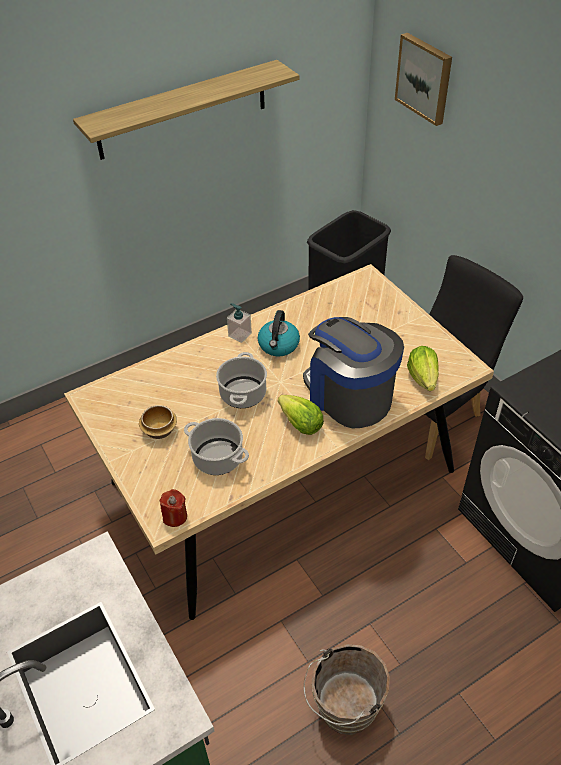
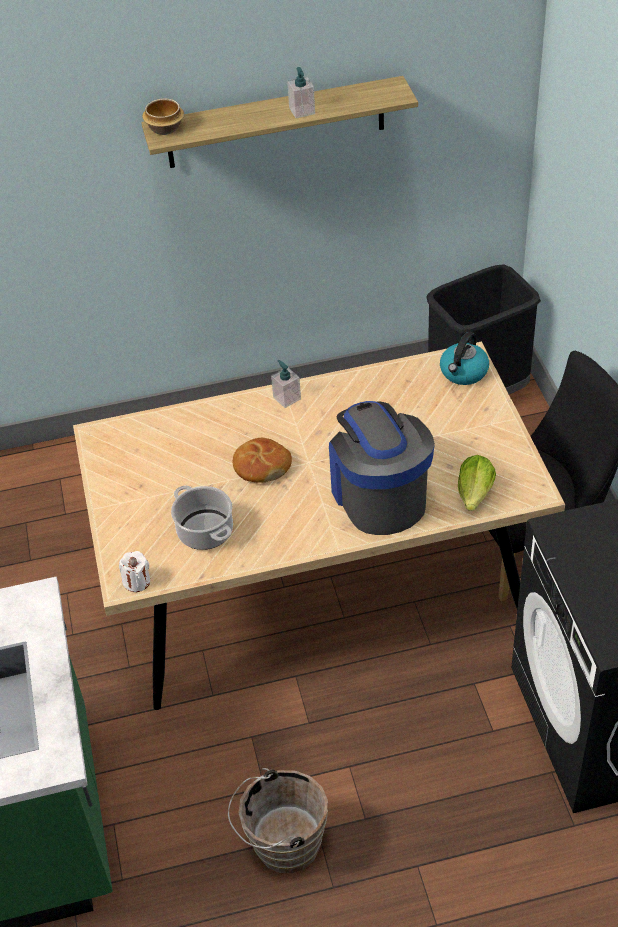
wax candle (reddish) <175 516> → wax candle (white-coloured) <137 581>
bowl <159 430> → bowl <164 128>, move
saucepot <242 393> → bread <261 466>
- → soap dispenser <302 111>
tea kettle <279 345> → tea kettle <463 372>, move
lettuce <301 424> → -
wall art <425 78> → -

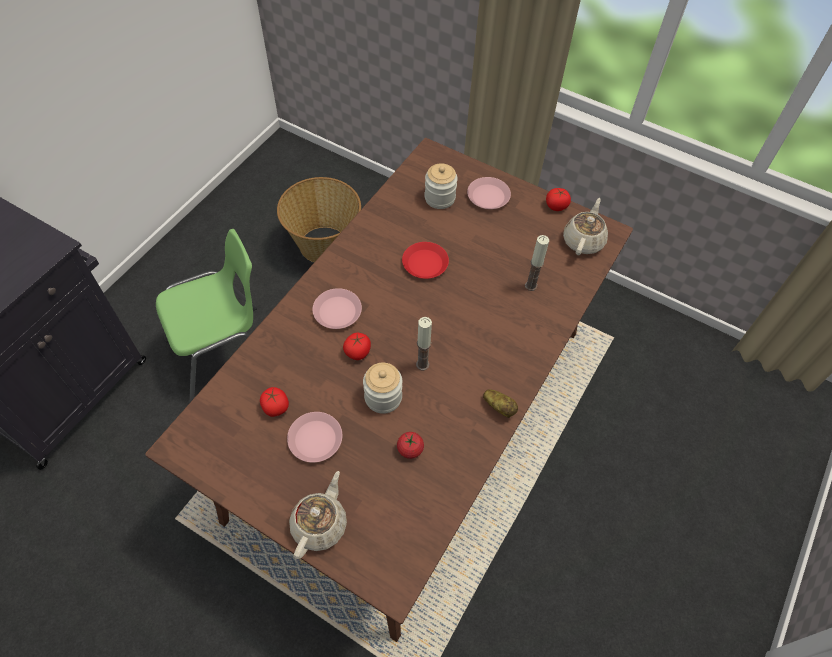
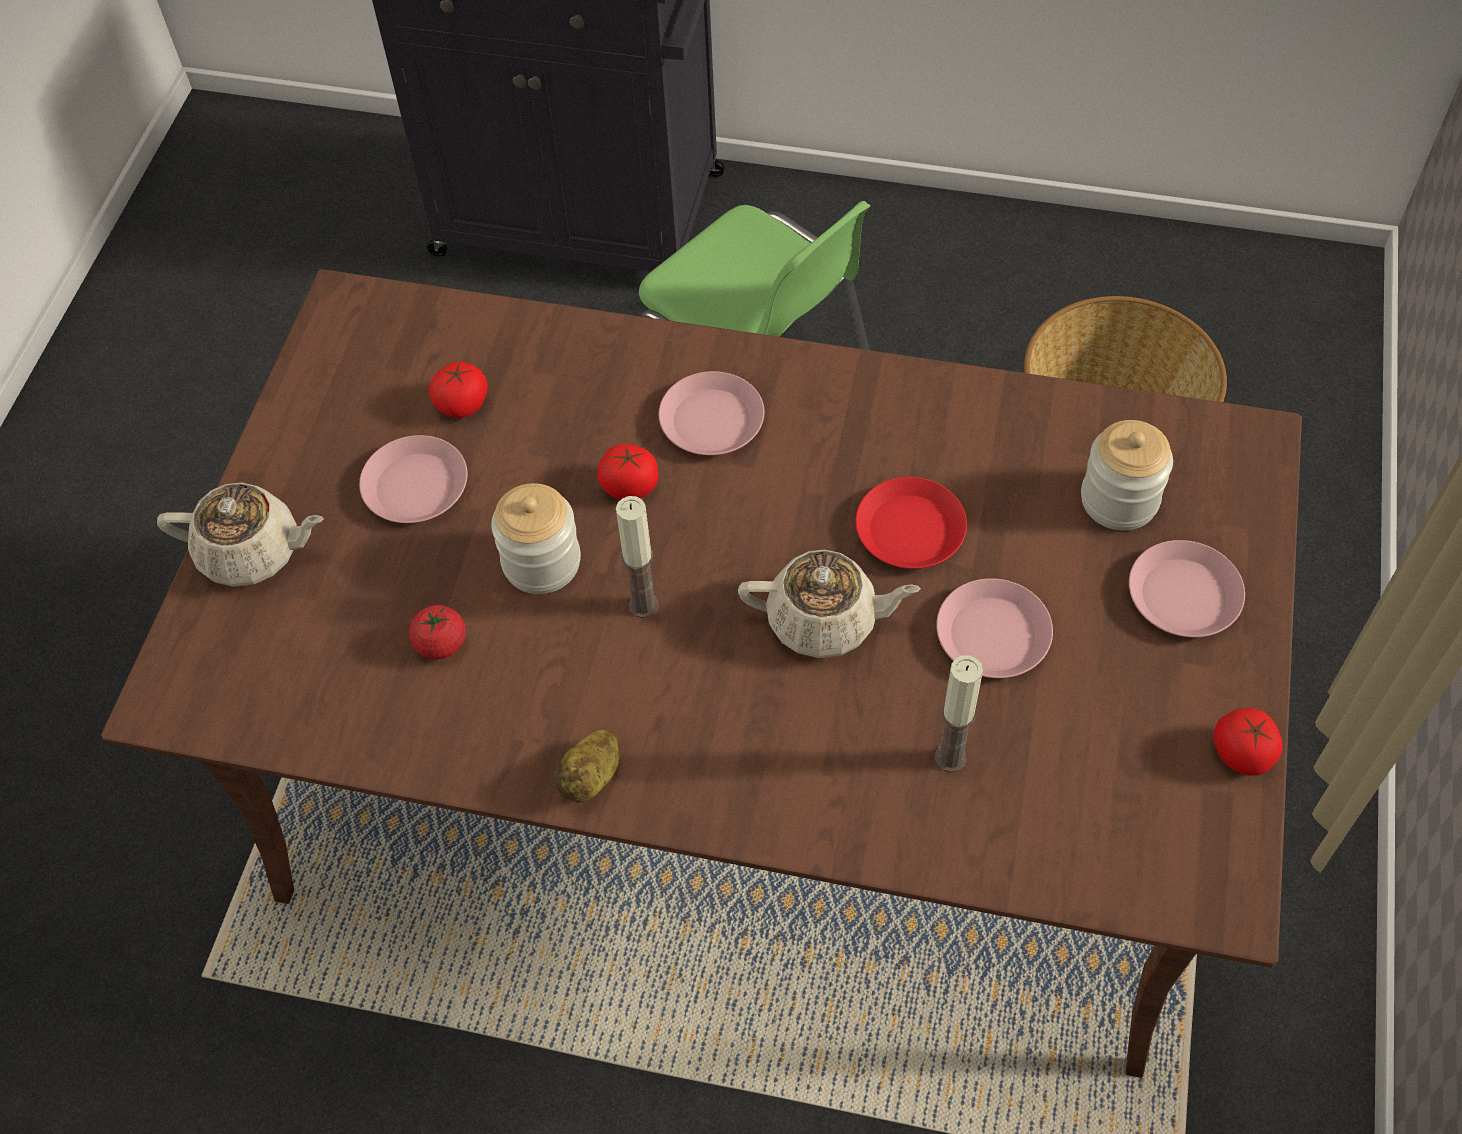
pot for tea (beige-coloured) <583 241> → pot for tea (beige-coloured) <824 620>, move
- → plate (pink-coloured) <993 634>

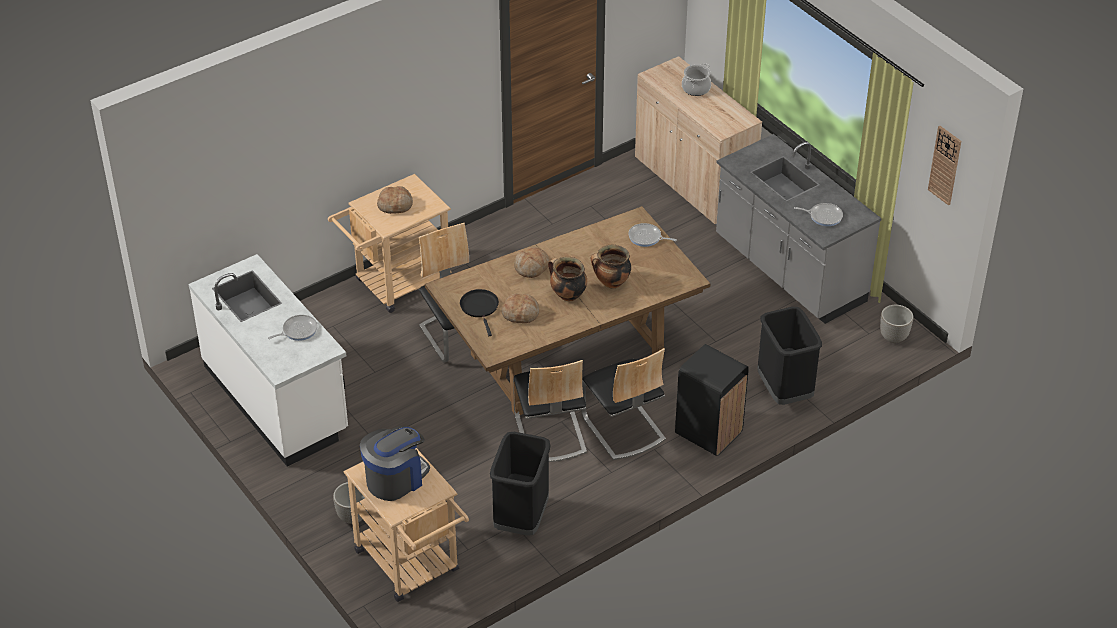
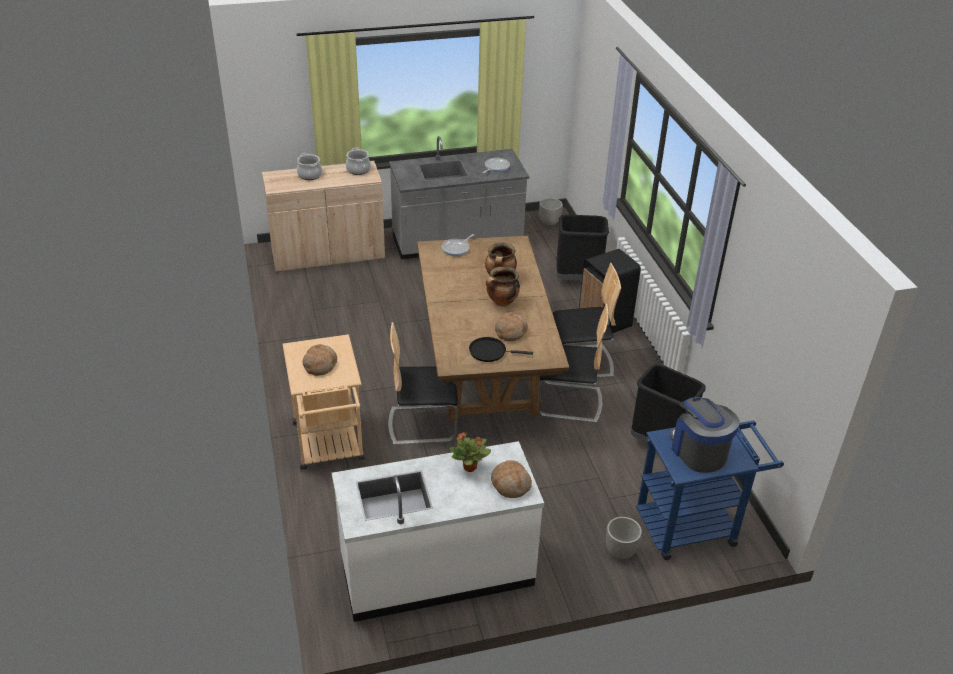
- → saucepot <358 170>
skillet <298 330> → houseplant <470 467>
bread <532 267> → bread <510 484>, move
trolley (beige-coloured) <412 566> → trolley (blue) <694 525>
wall clock <945 165> → -

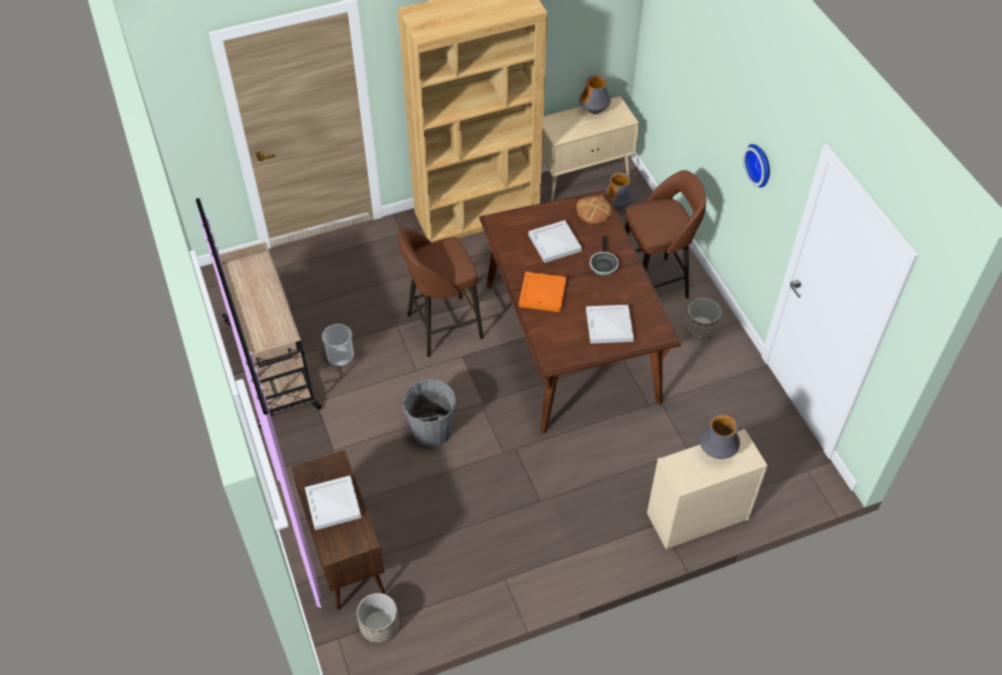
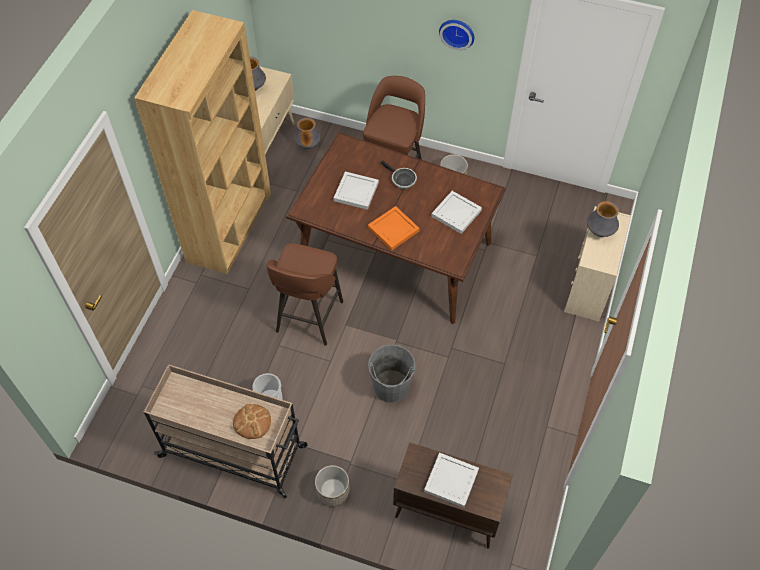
bread <593 211> → bread <252 422>, move
planter <379 625> → planter <332 491>, move

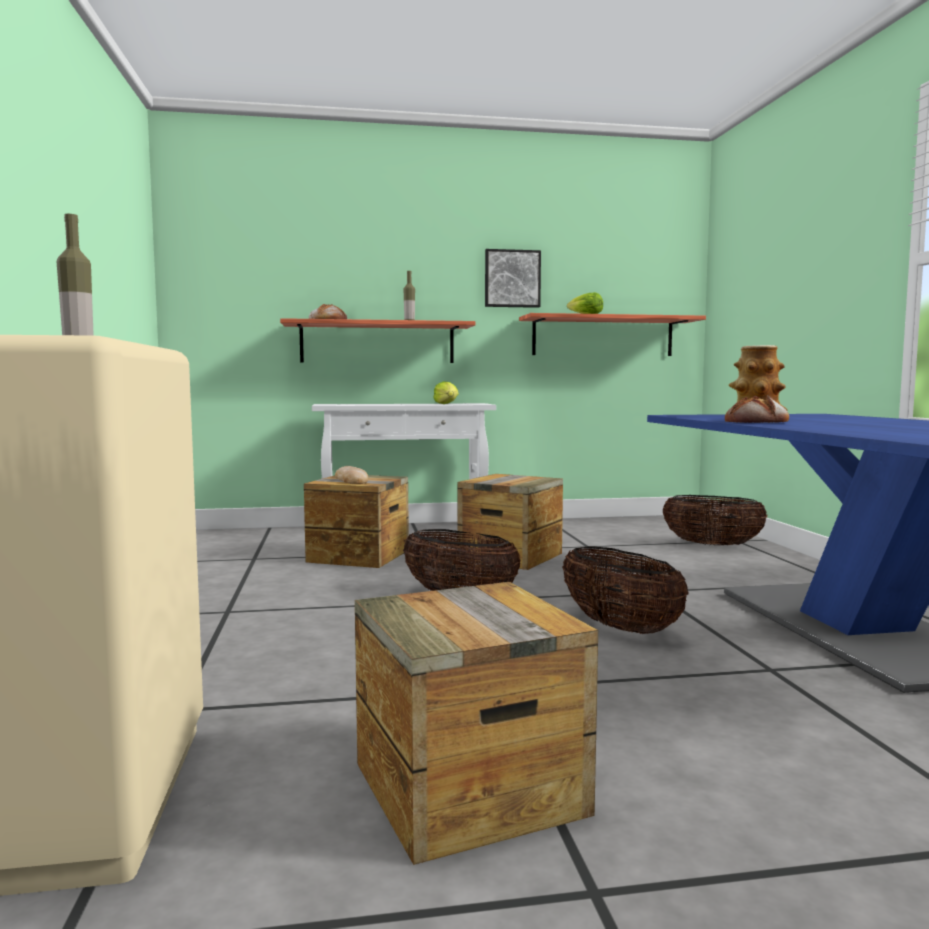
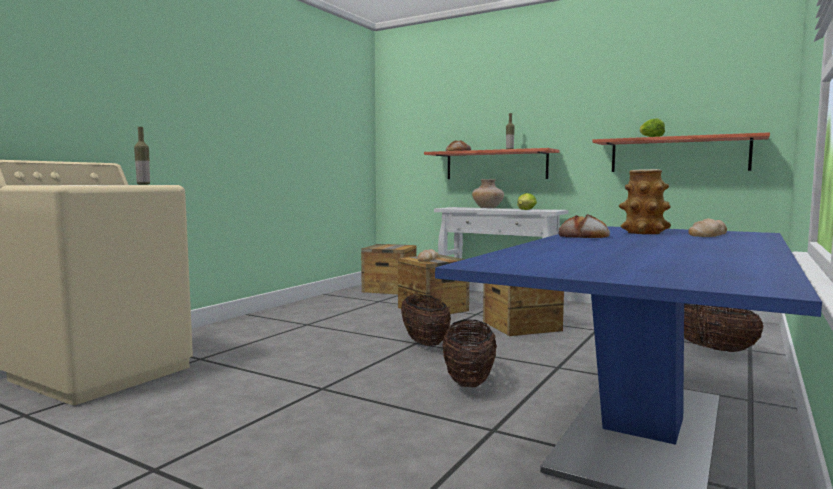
crate <468 788> → crate <389 289>, move
- → decorative vase (beige-coloured) <488 208>
- → bread <707 234>
wall art <512 279> → -

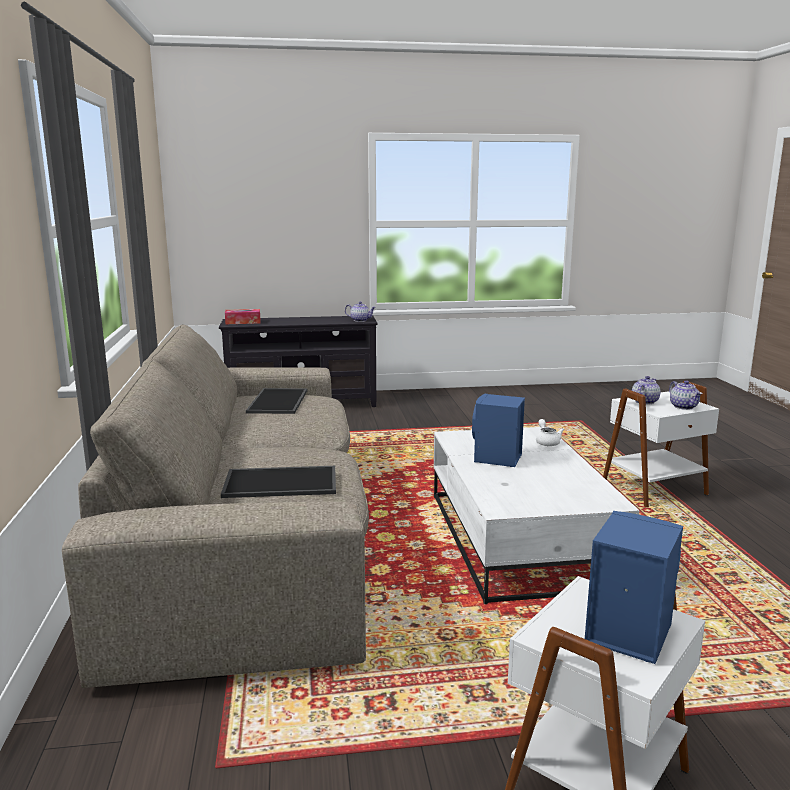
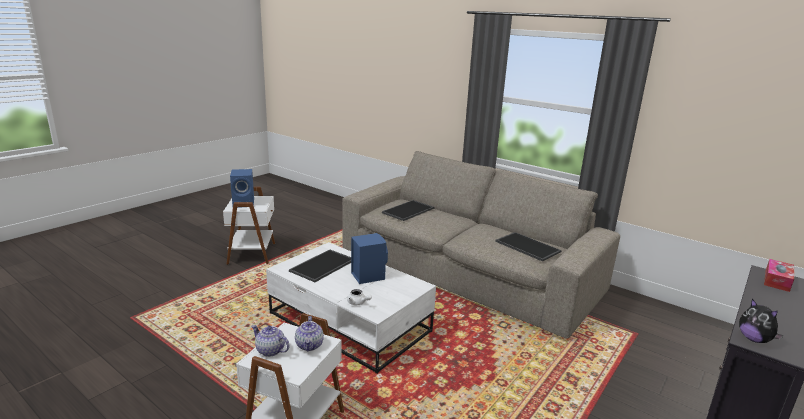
- → serving tray <323 266>
pot for tea <360 320> → soft toy <754 339>

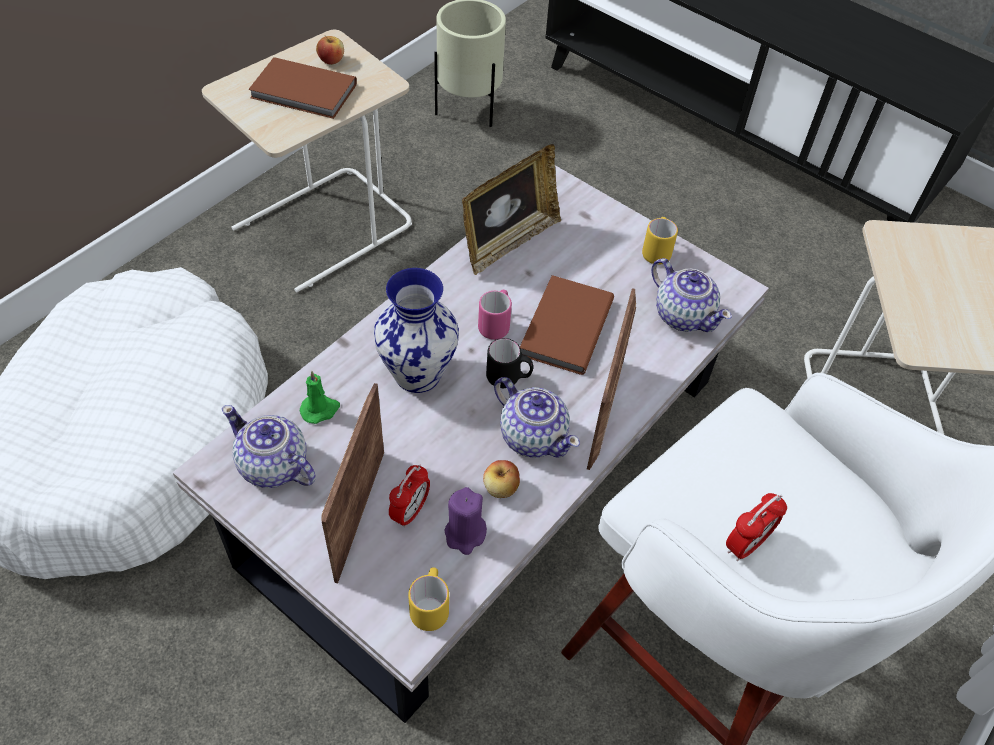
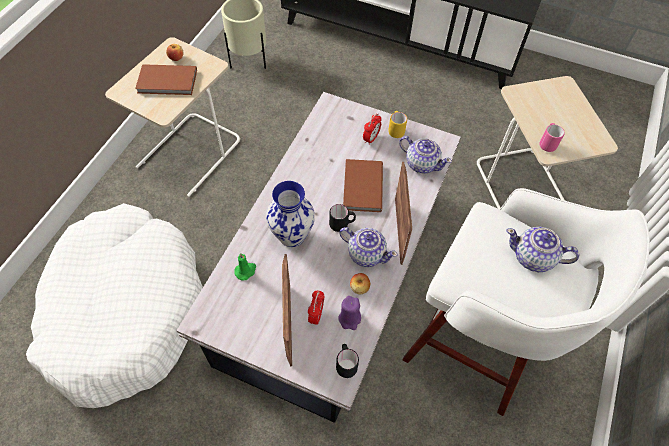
coffee mug (yellow) <430 606> → coffee mug (black) <345 364>
table clock <746 544> → table clock <371 138>, move
pot for tea <273 466> → pot for tea <533 258>, move
coffee mug (pink-coloured) <496 324> → coffee mug (pink-coloured) <547 143>, move
photo frame <508 242> → -

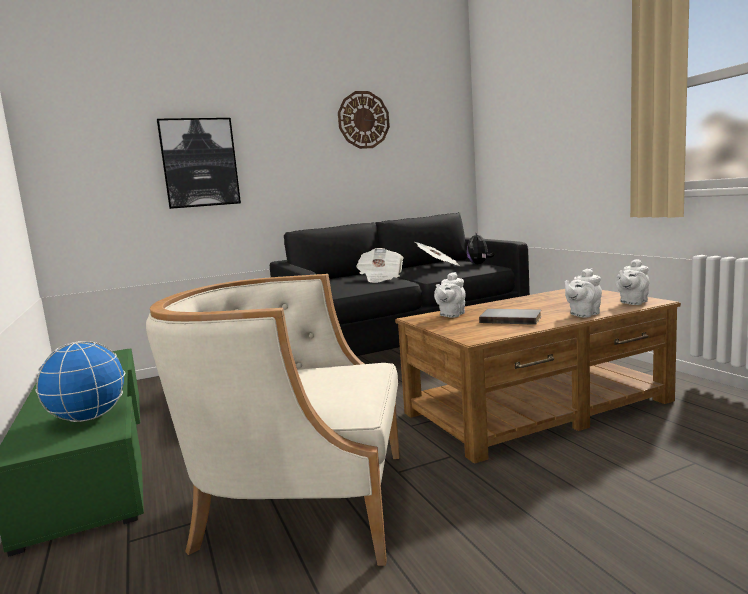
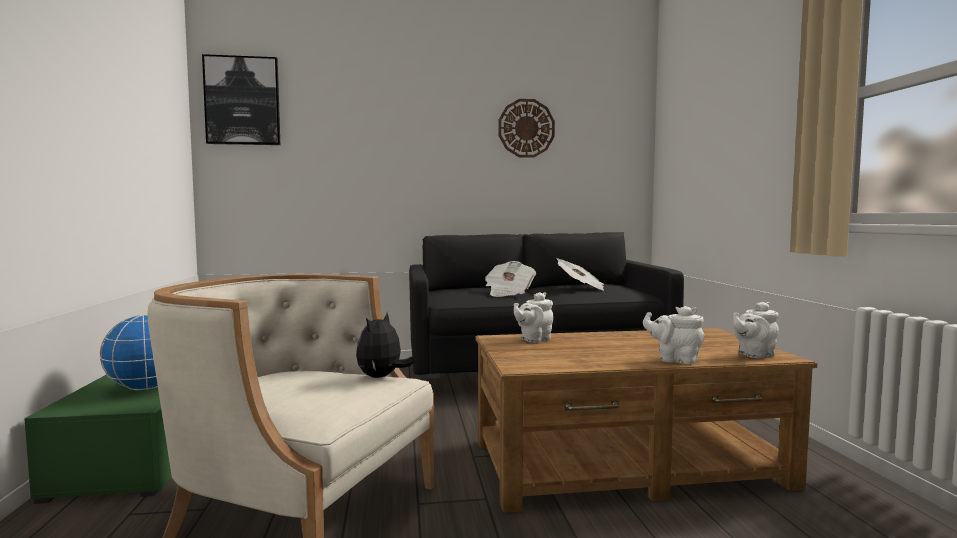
wall art <199 163> → wall art <242 101>, move
soft toy <479 264> → soft toy <382 377>, move
pot for tea (white-coloured) <583 314> → pot for tea (white-coloured) <675 360>, 45 degrees clockwise
volume (greyish) <511 319> → -

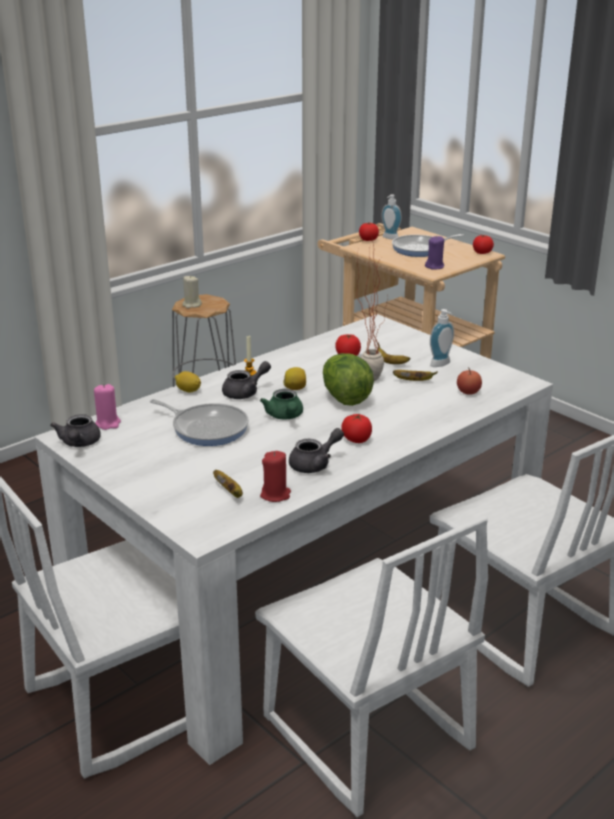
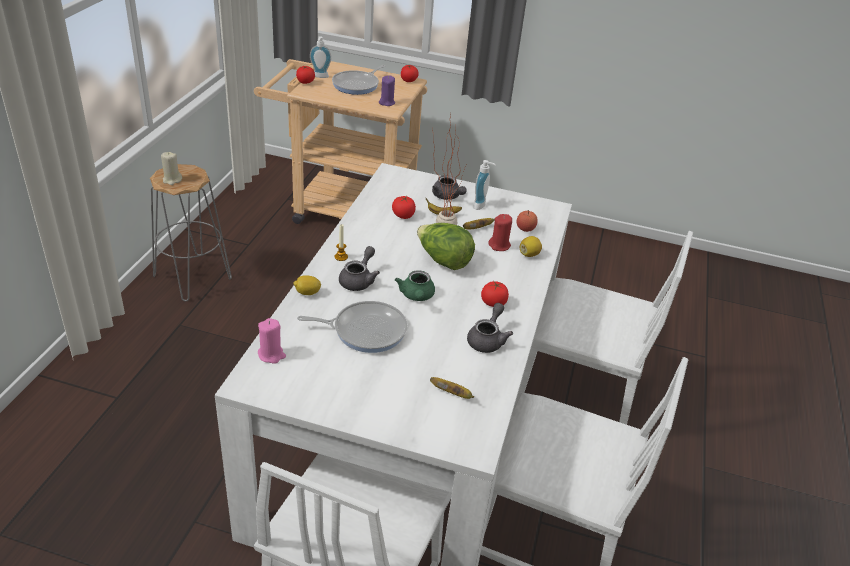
pot for tea (green) <285 416> → pot for tea (green) <416 296>, 45 degrees clockwise
pot for tea (greyish) <79 443> → pot for tea (greyish) <447 197>, move
wax candle (reddish) <275 495> → wax candle (reddish) <499 245>, move
lemon <295 388> → lemon <529 254>, move

